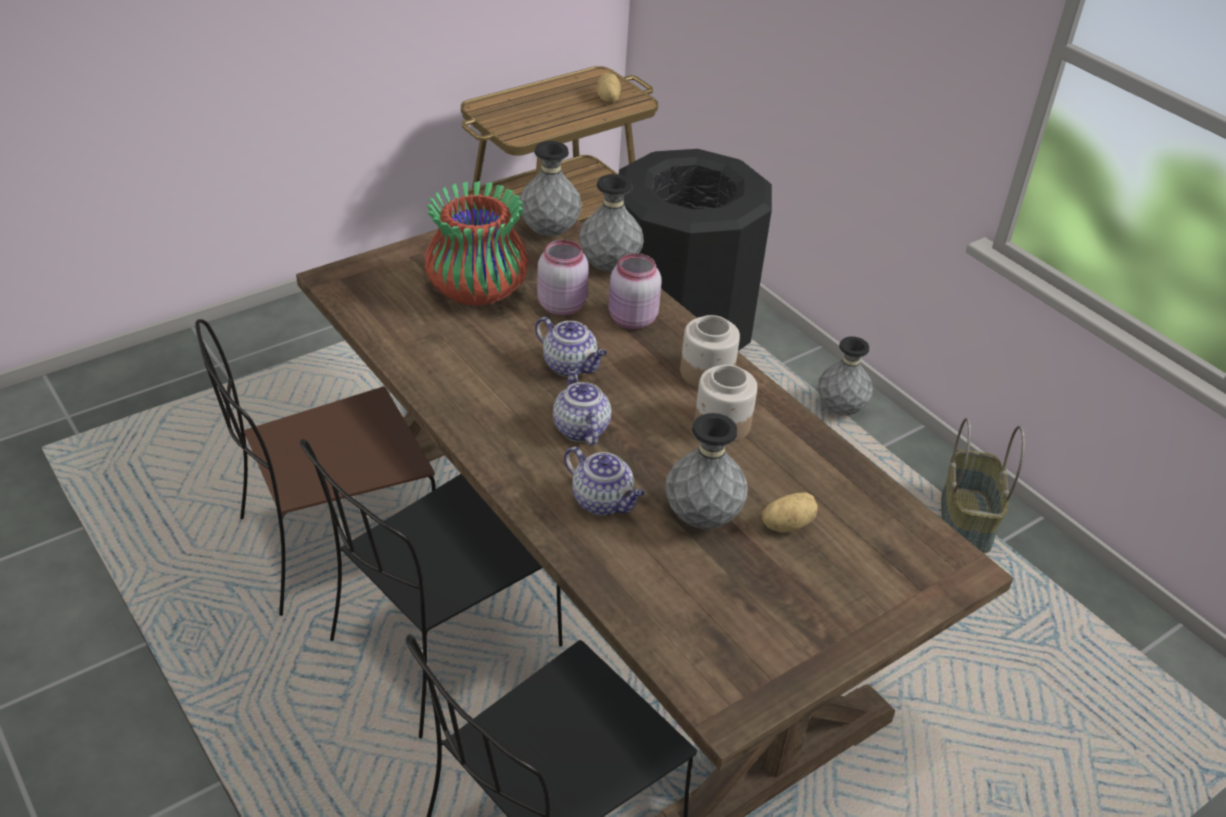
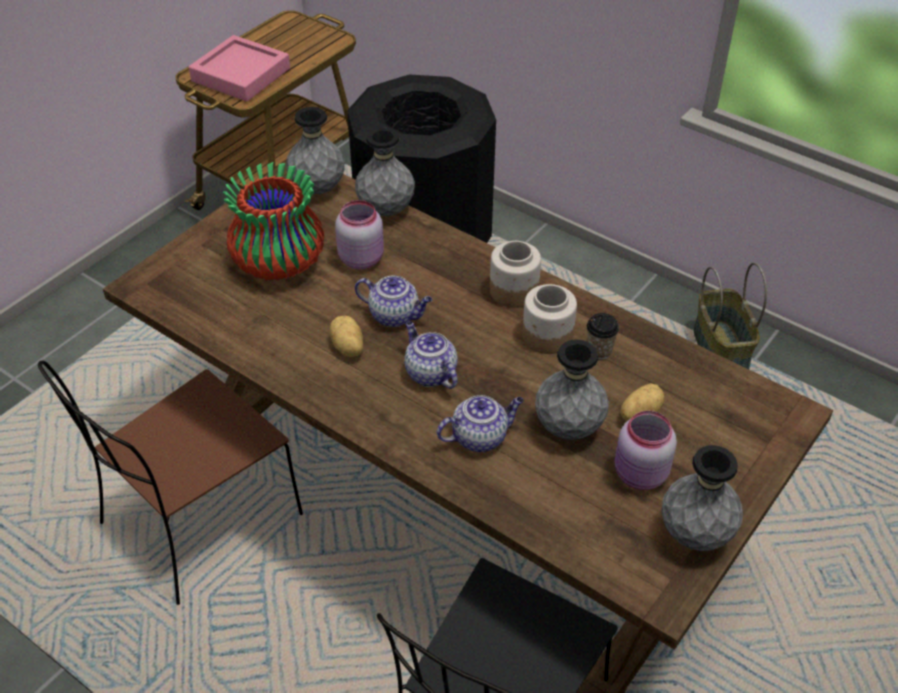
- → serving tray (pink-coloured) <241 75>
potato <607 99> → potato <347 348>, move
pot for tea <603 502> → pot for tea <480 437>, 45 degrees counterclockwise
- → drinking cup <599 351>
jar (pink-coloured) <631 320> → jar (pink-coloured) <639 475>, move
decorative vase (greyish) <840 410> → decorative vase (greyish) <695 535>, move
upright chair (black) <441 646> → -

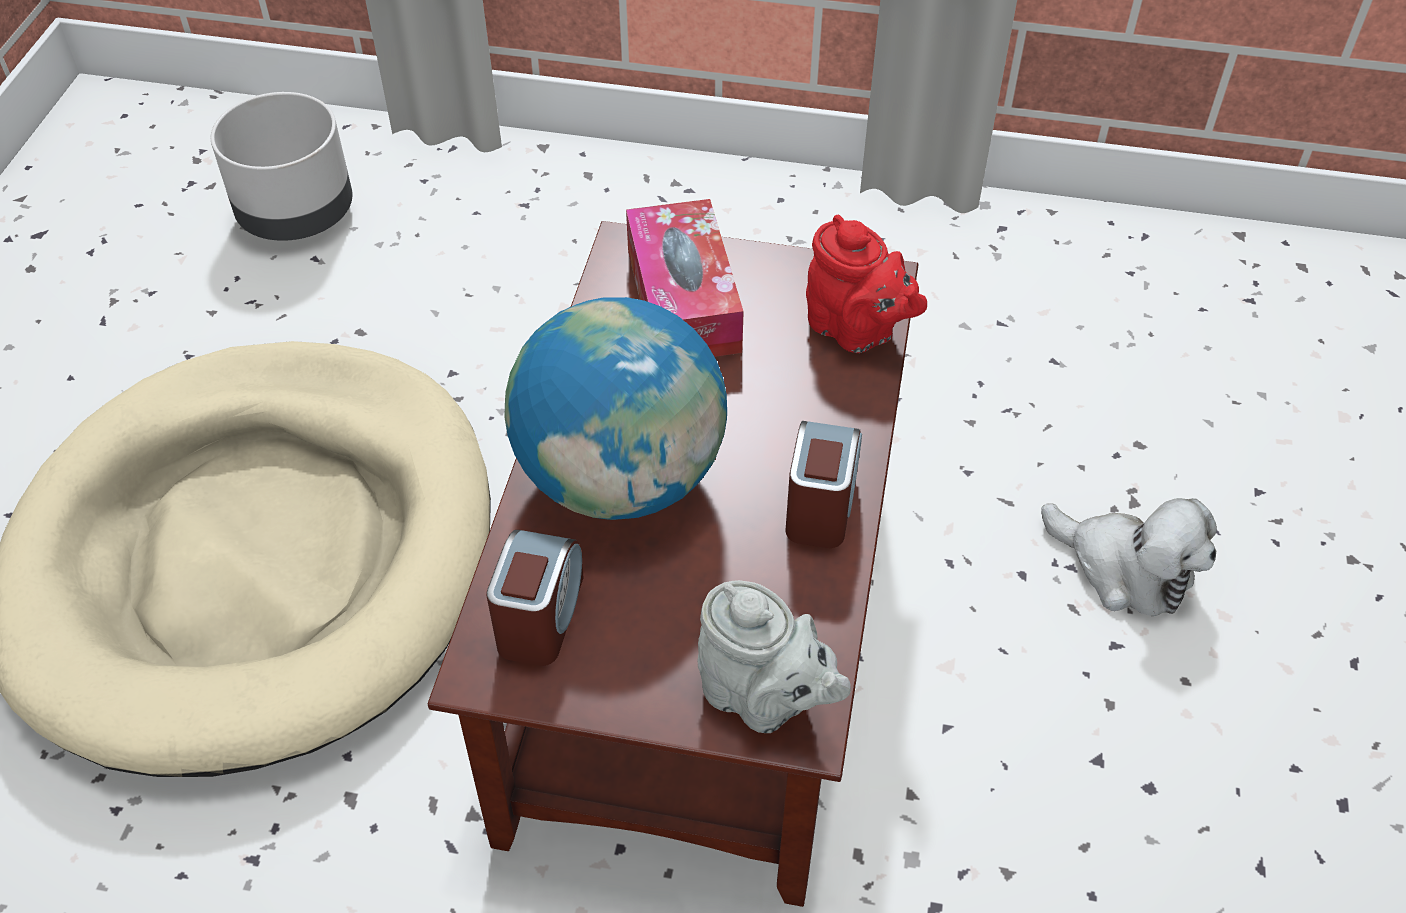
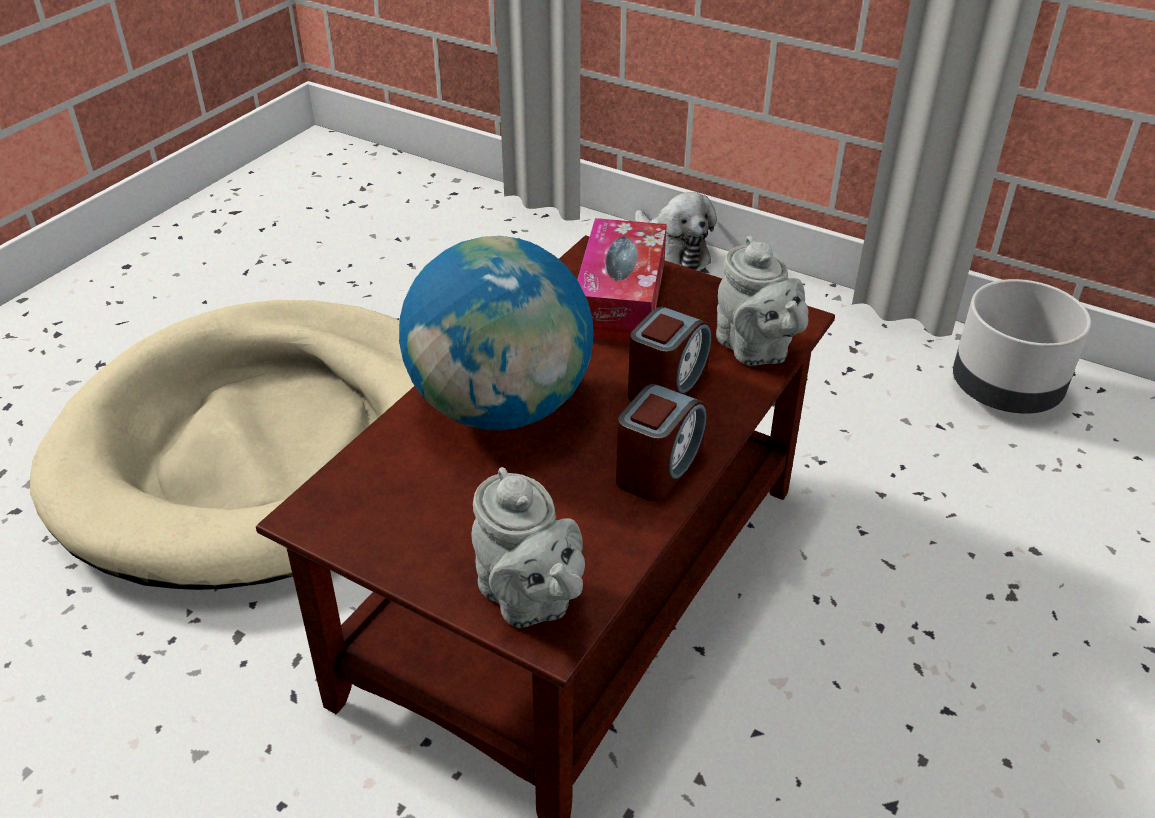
table clock <540 616> → table clock <667 384>, move
soft toy <1125 569> → soft toy <671 251>, move
pot for tea (reddish) <856 331> → pot for tea (greyish) <755 350>
planter (greyish) <298 214> → planter (greyish) <1005 391>, move

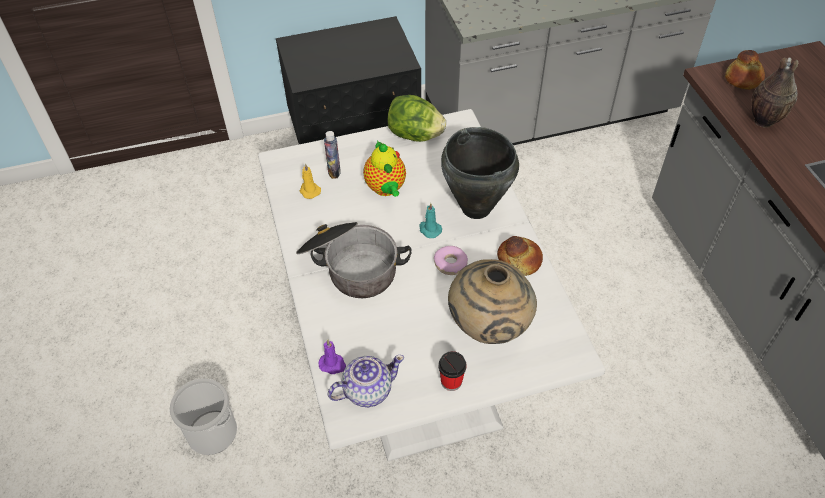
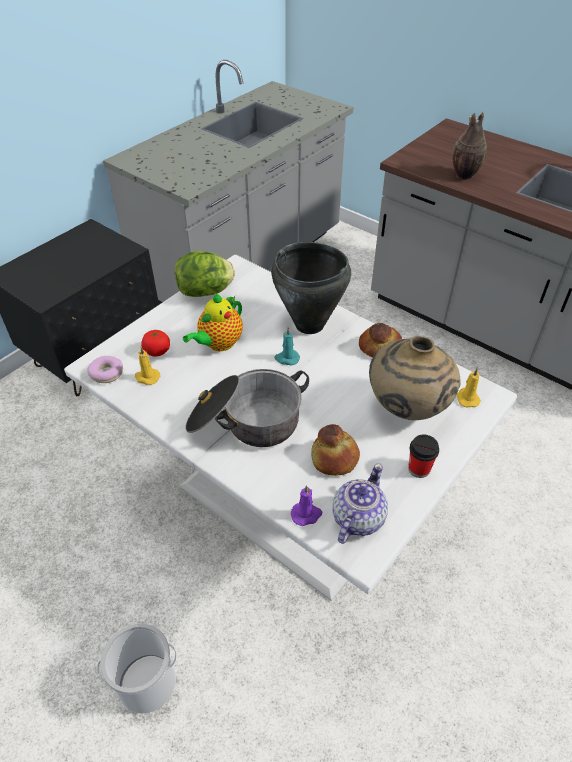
ring doughnut <450 264> → ring doughnut <106 373>, move
beverage bottle <334 172> → tomato <157 351>
pot for tea <386 189> → pot for tea <219 344>, 90 degrees clockwise
bread <743 79> → bread <335 457>, move
- → wax candle (yellow) <467 398>

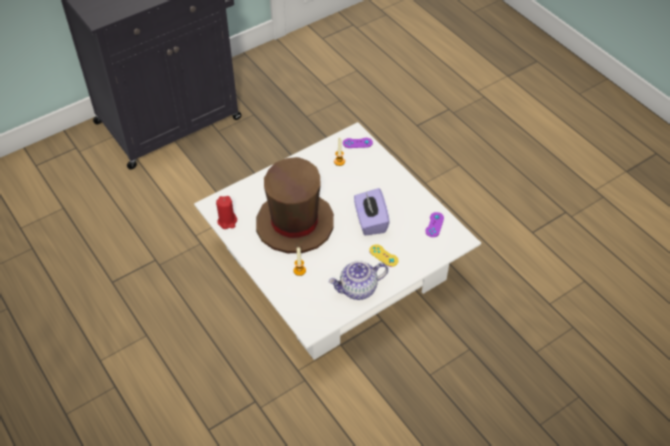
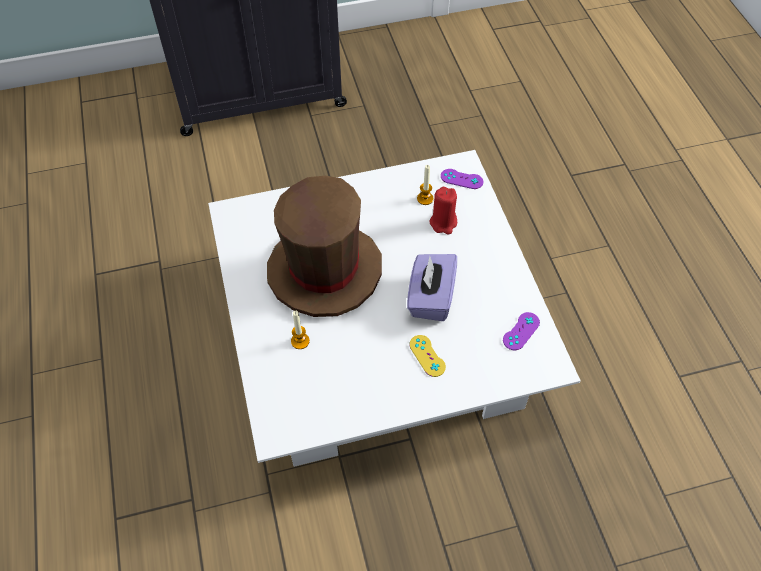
wax candle (reddish) <227 221> → wax candle (reddish) <443 223>, move
pot for tea <358 289> → -

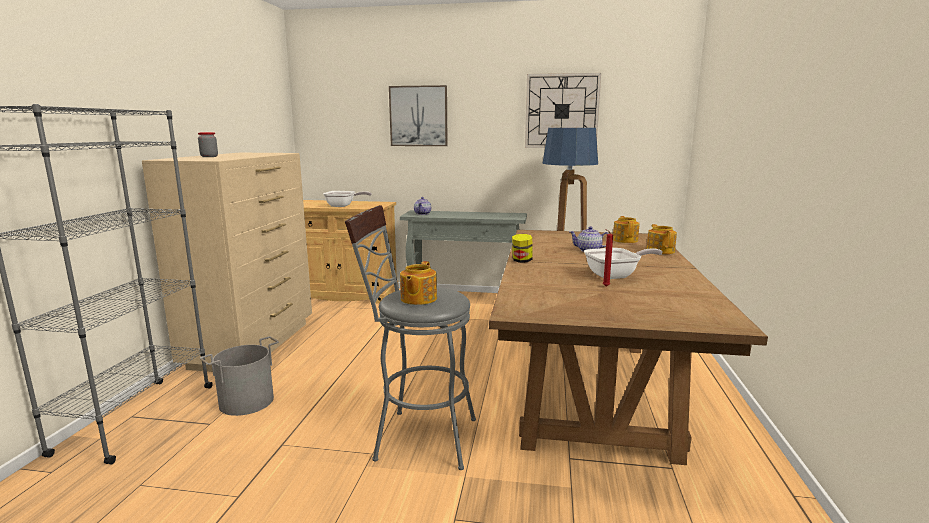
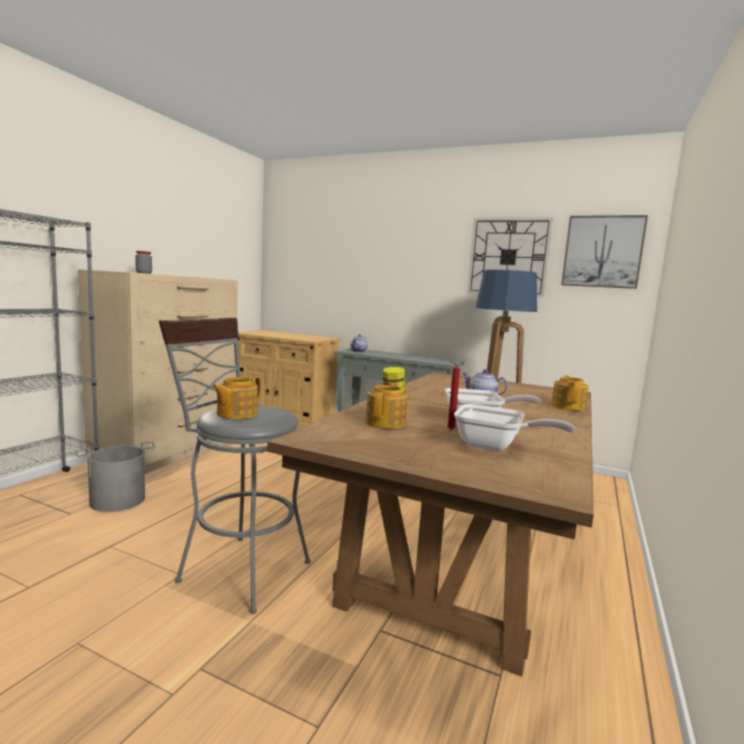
pot for tea <625 240> → pot for tea <386 423>, move
skillet <343 206> → skillet <495 446>, move
wall art <418 116> → wall art <602 252>, move

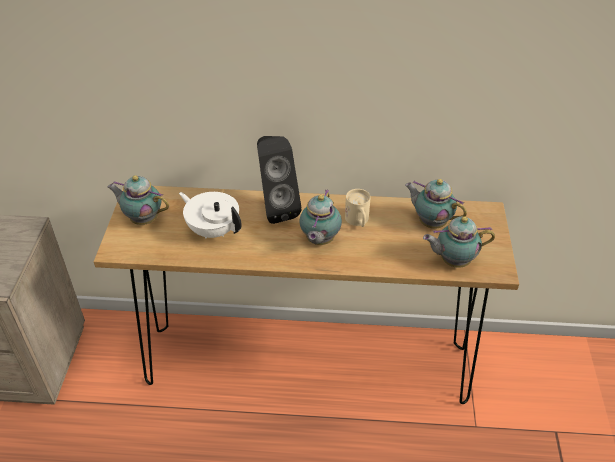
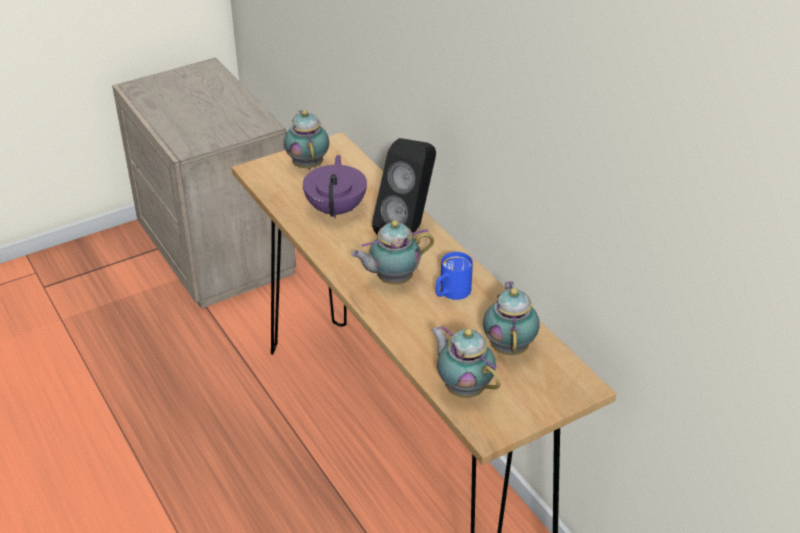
pot for tea (white-coloured) <213 230> → pot for tea (purple) <336 209>
coffee mug (beige-coloured) <358 221> → coffee mug (blue) <451 293>

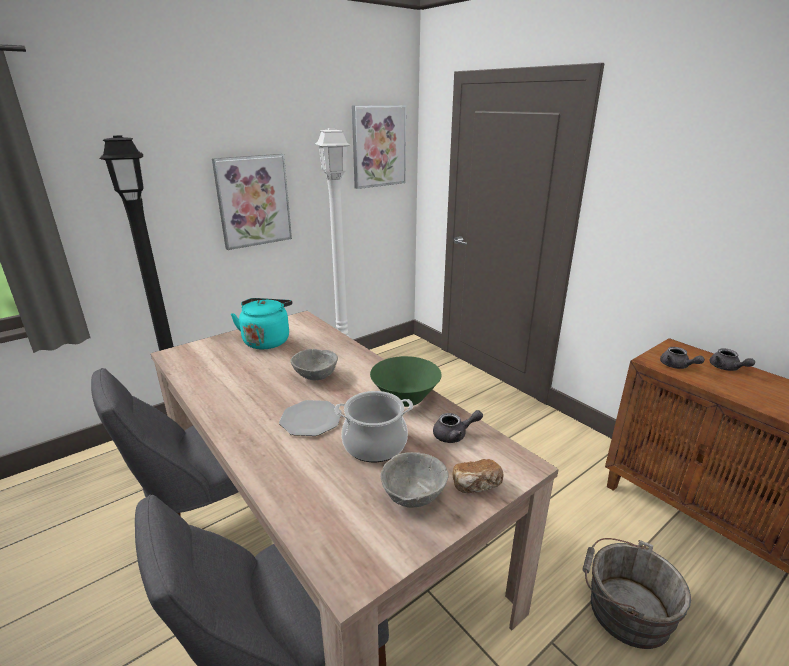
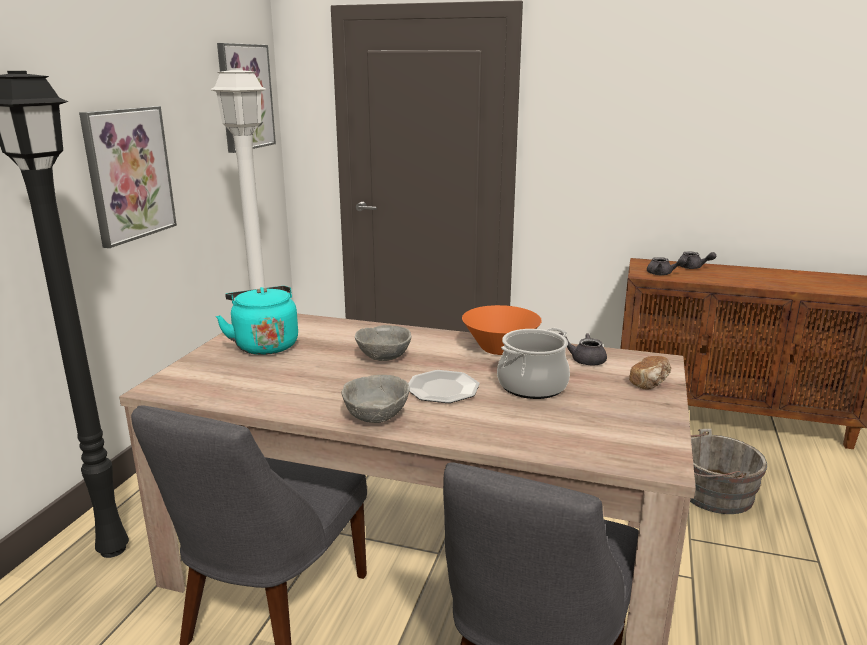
bowl (greyish) <414 496> → bowl (greyish) <377 417>, move
bowl (green) <405 398> → bowl (orange) <500 349>
pot for tea (greyish) <454 435> → pot for tea (greyish) <583 359>, 120 degrees counterclockwise

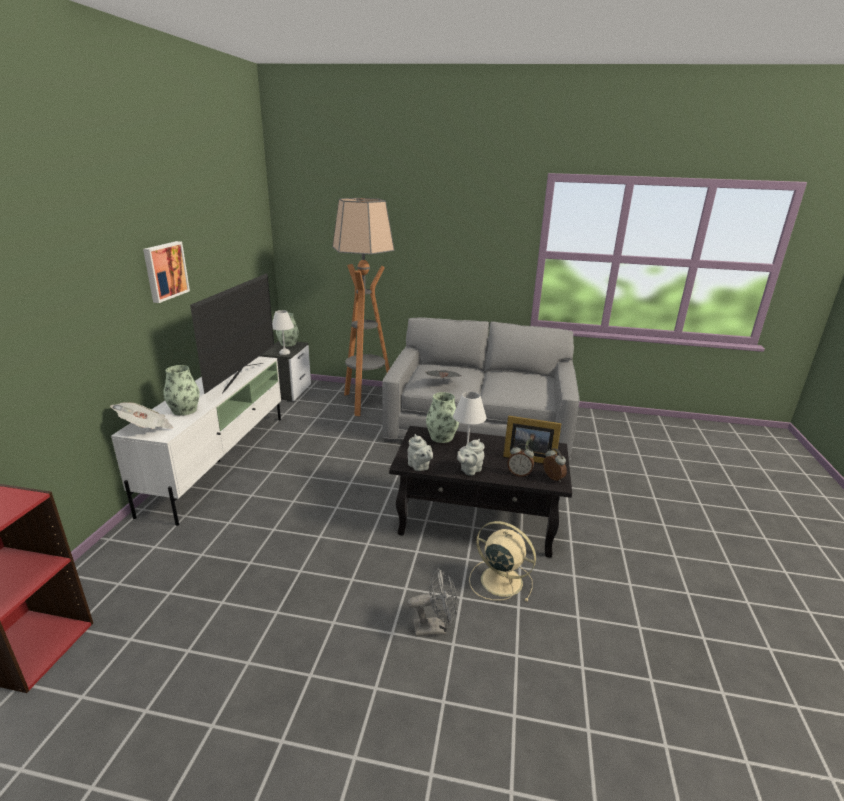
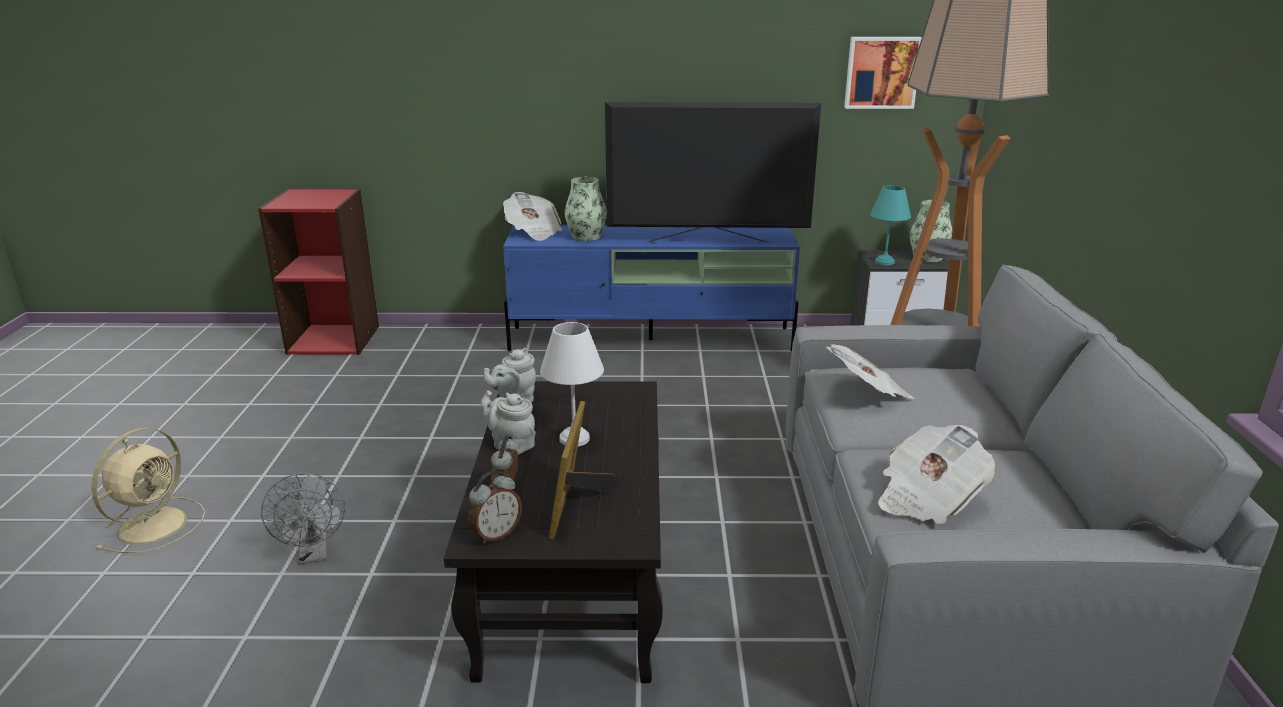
fan (beige-coloured) <499 580> → fan (beige-coloured) <155 524>, move
media console (white-coloured) <220 460> → media console (blue) <652 339>
wall art <165 271> → wall art <881 72>, move
lamp for a table (white-coloured) <284 353> → lamp for a table (blue-green) <883 262>
- → newspaper <927 498>
decorative vase <441 437> → -

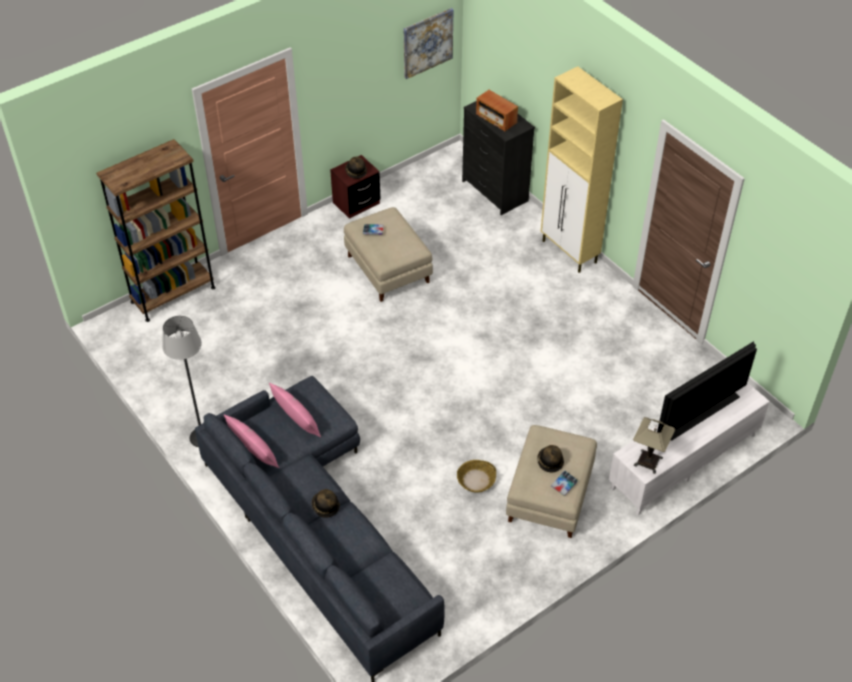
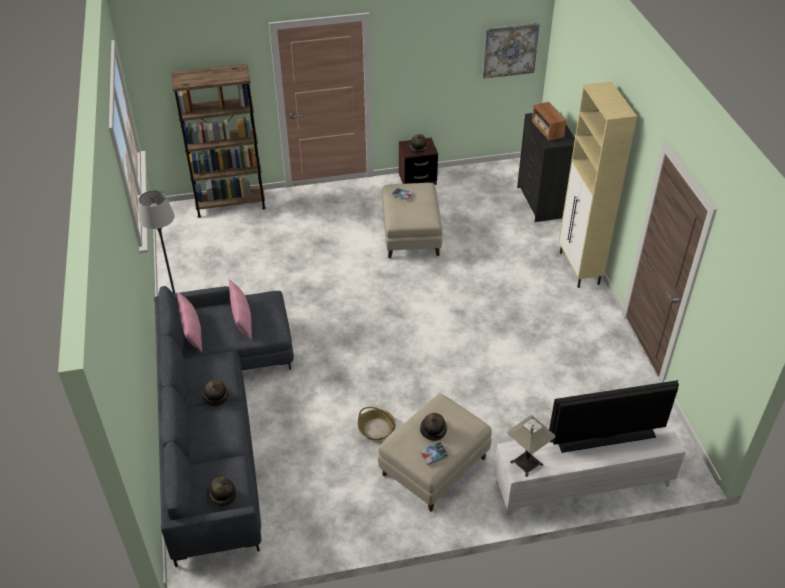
- → clothing hat <221 496>

